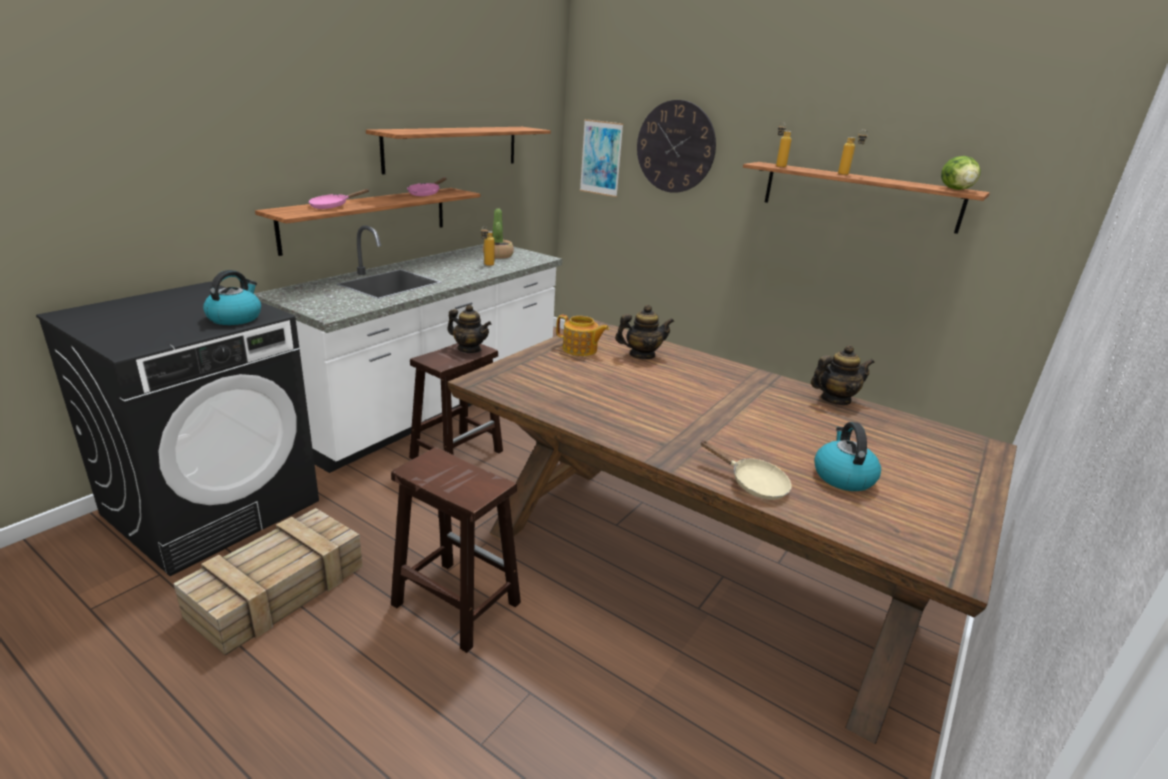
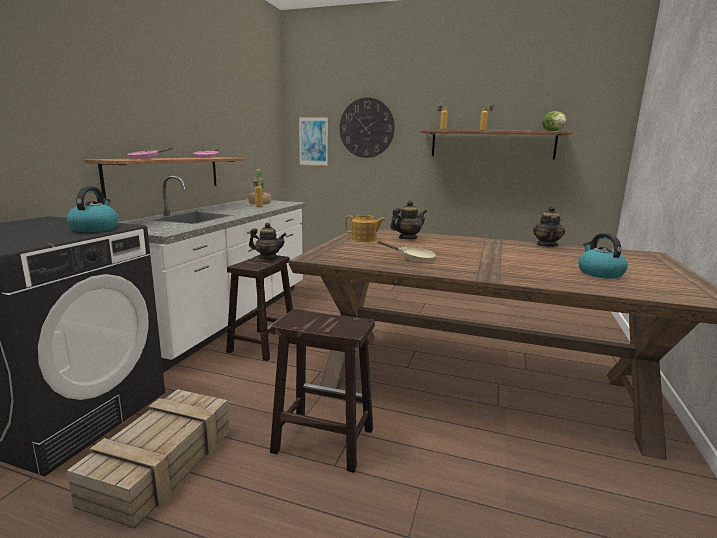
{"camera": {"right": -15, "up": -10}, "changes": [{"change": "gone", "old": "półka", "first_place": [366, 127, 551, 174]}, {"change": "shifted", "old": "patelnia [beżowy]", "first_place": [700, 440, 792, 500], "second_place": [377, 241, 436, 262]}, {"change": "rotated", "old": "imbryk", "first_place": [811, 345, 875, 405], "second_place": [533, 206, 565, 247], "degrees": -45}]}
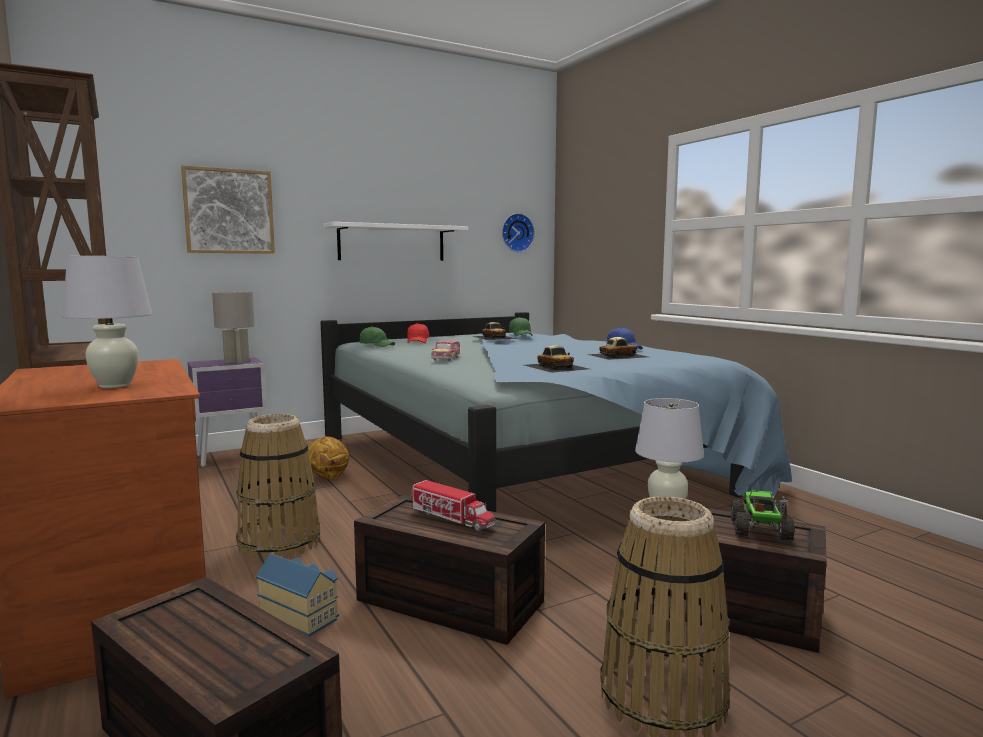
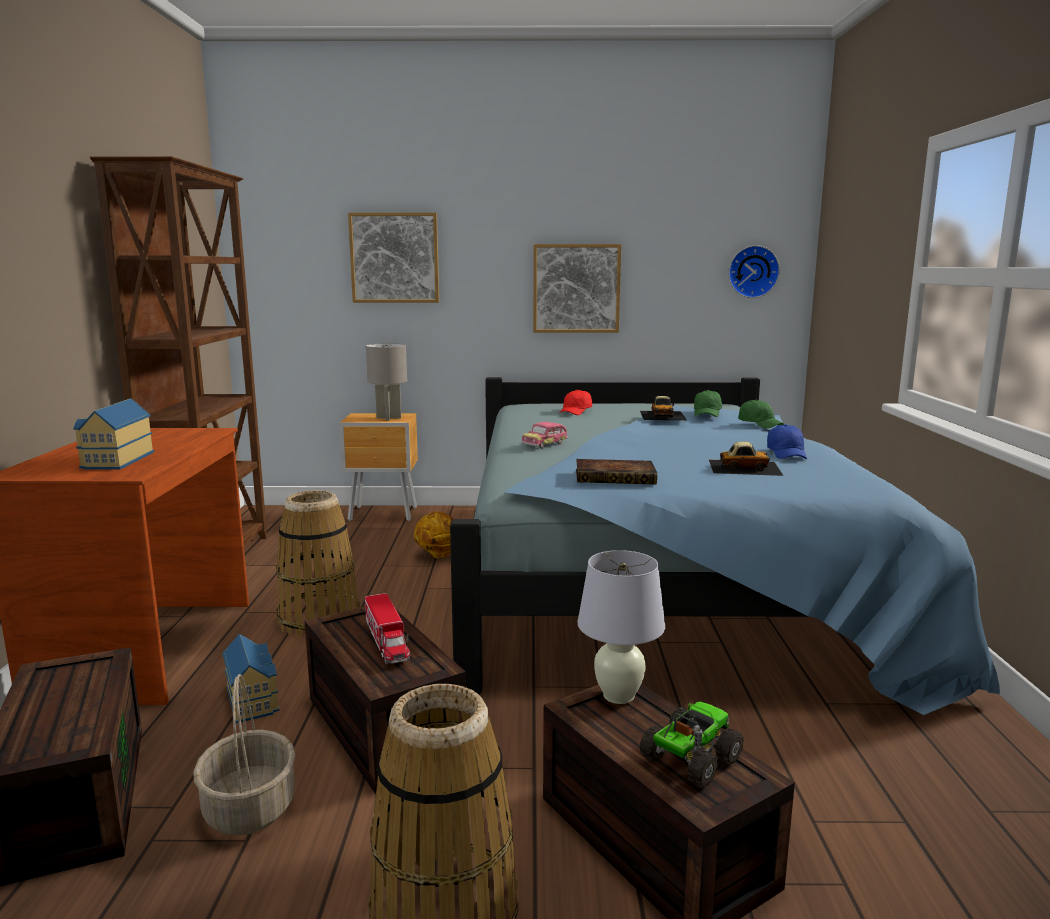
{"camera": {"right": 30, "up": 5}, "changes": [{"change": "swapped", "old": "lampa stołowa [biały]", "new": "domek", "first_place": [62, 256, 153, 388], "second_place": [73, 398, 154, 470]}, {"change": "repainted", "old": "szafka nocna [fioletowy]", "new": "szafka nocna [brązowy]", "first_place": [188, 357, 267, 467], "second_place": [339, 413, 418, 521]}, {"change": "swapped", "old": "półka [biały]", "new": "obraz", "first_place": [323, 222, 468, 261], "second_place": [533, 244, 621, 333]}, {"change": "shifted", "old": "czapka z daszkiem [zielony]", "first_place": [360, 326, 395, 347], "second_place": [738, 400, 784, 428]}, {"change": "swapped", "old": "samochodzik", "new": "książka", "first_place": [524, 346, 589, 373], "second_place": [576, 459, 657, 485]}, {"change": "new", "new": "koszyk", "second_place": [193, 674, 296, 835]}]}
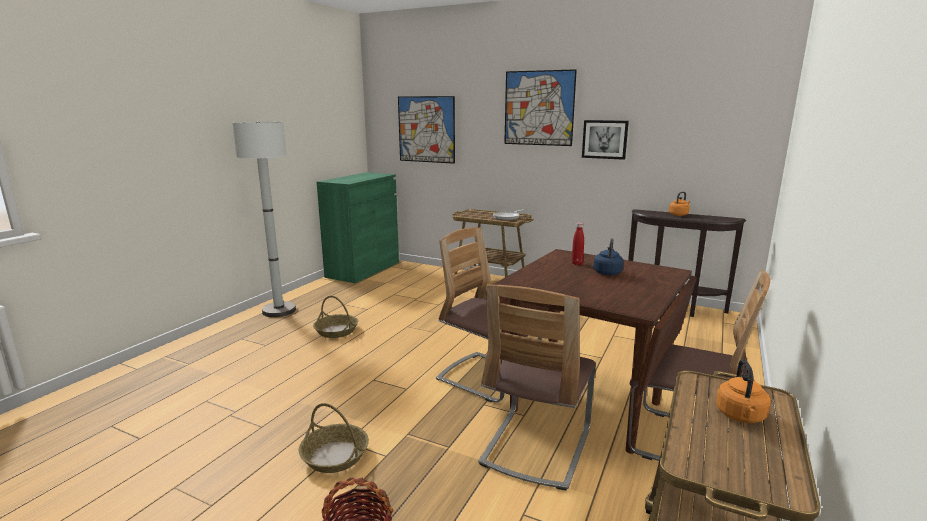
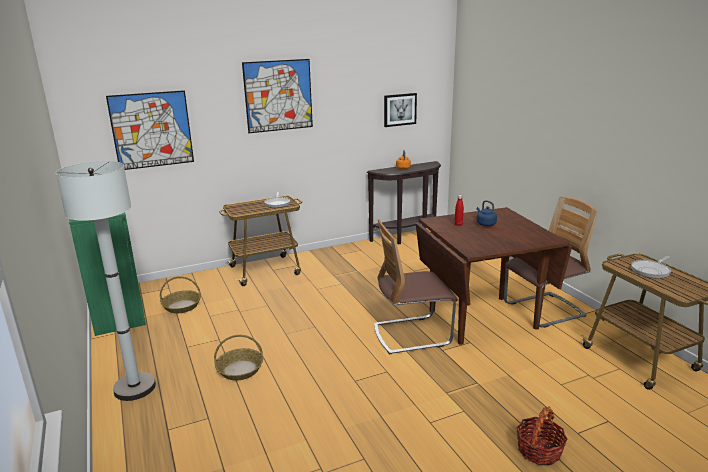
{"camera": {"right": -50, "up": 5}, "changes": [{"change": "shifted", "old": "koszyk", "first_place": [299, 403, 369, 473], "second_place": [160, 276, 201, 313]}, {"change": "gone", "old": "krzesło", "first_place": [478, 284, 596, 490]}, {"change": "shifted", "old": "obraz", "first_place": [582, 120, 629, 160], "second_place": [384, 93, 417, 127]}, {"change": "swapped", "old": "czajnik [pomarańczowy]", "new": "patelnia", "first_place": [716, 359, 771, 423], "second_place": [631, 256, 671, 278]}]}
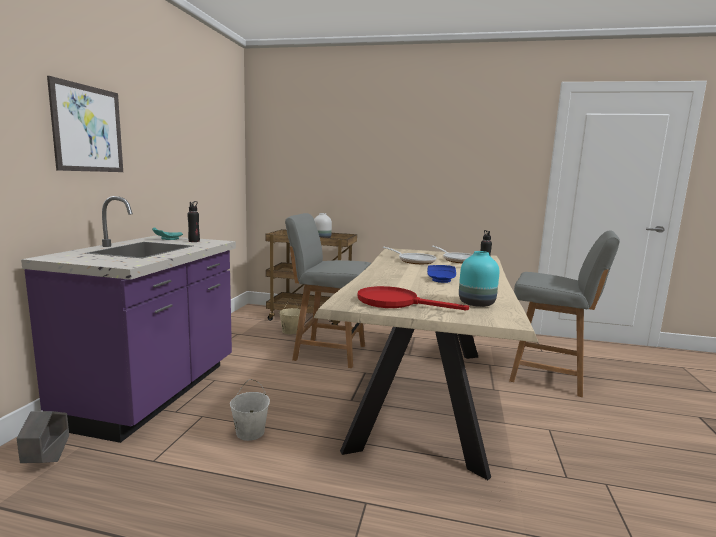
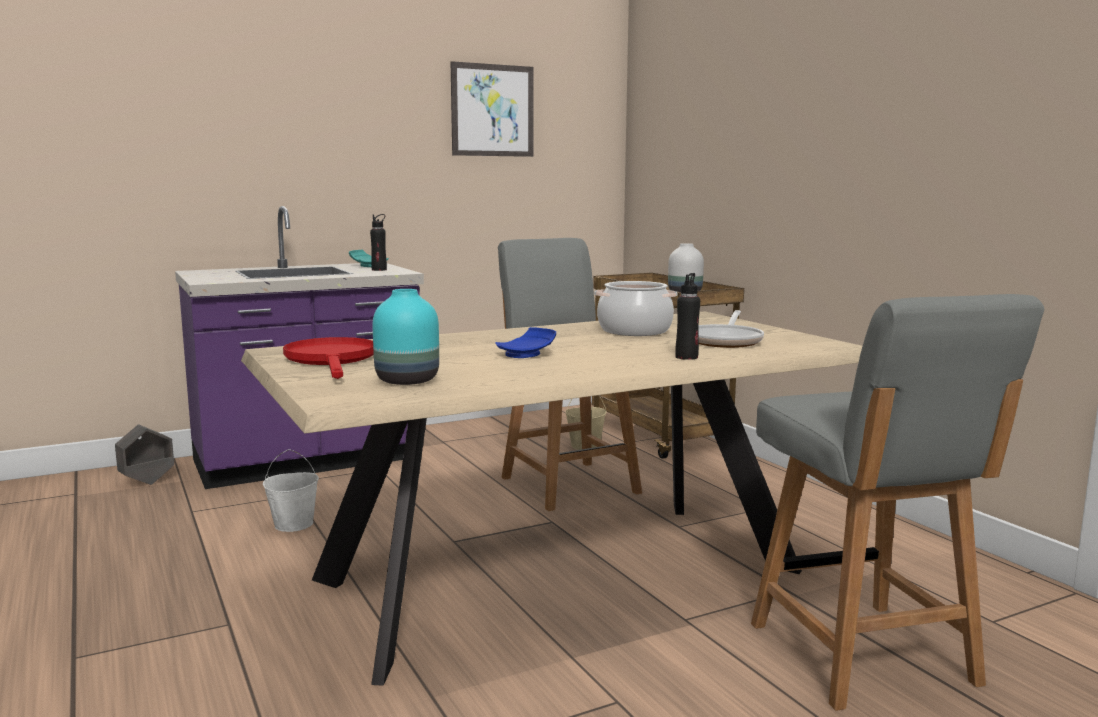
{"camera": {"right": 50, "up": 0}, "changes": [{"change": "shifted", "old": "obraz", "first_place": [47, 76, 123, 172], "second_place": [451, 61, 533, 157]}, {"change": "swapped", "old": "patelnia", "new": "garnek", "first_place": [382, 247, 437, 264], "second_place": [594, 281, 677, 336]}]}
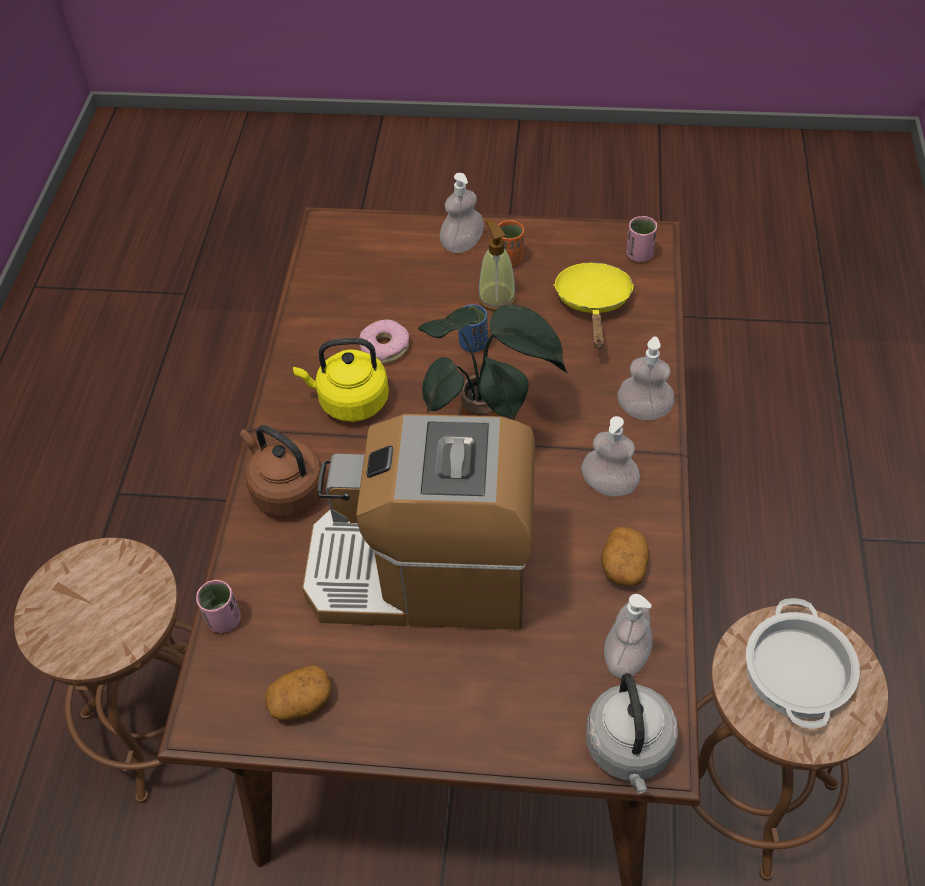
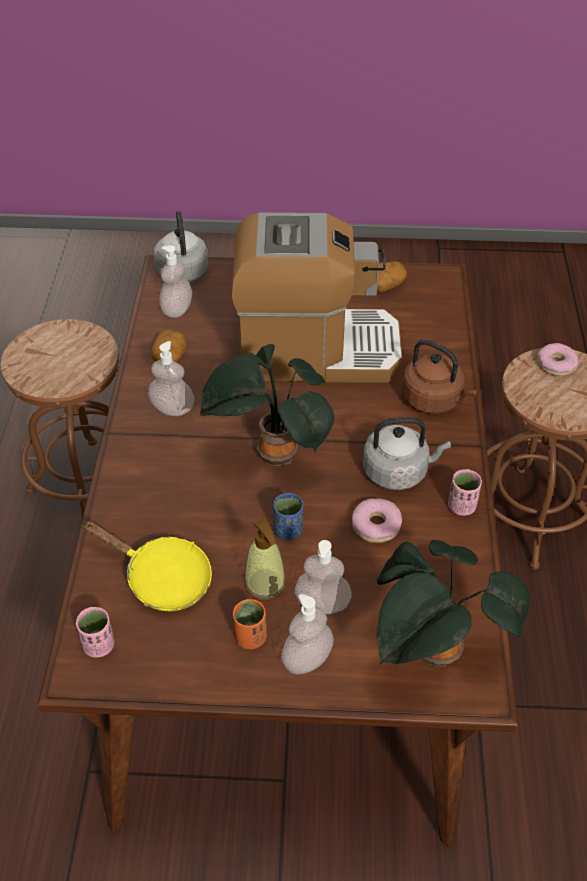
{"camera": {"right": 175, "up": -5}, "changes": [{"change": "shifted", "old": "filiżanka [różowy]", "first_place": [196, 580, 241, 633], "second_place": [448, 469, 482, 516]}, {"change": "repainted", "old": "czajnik [żółty]", "new": "czajnik [szary]", "first_place": [293, 338, 389, 422], "second_place": [363, 417, 451, 490]}, {"change": "rotated", "old": "patelnia [żółty]", "first_place": [553, 262, 635, 349], "second_place": [82, 521, 212, 611], "degrees": -60}, {"change": "shifted", "old": "dozownik mydła", "first_place": [617, 336, 674, 420], "second_place": [295, 540, 352, 614]}, {"change": "gone", "old": "garnek", "first_place": [746, 598, 860, 728]}, {"change": "new", "new": "roślina doniczkowa", "second_place": [377, 540, 530, 667]}, {"change": "new", "new": "donut", "second_place": [537, 343, 578, 376]}]}
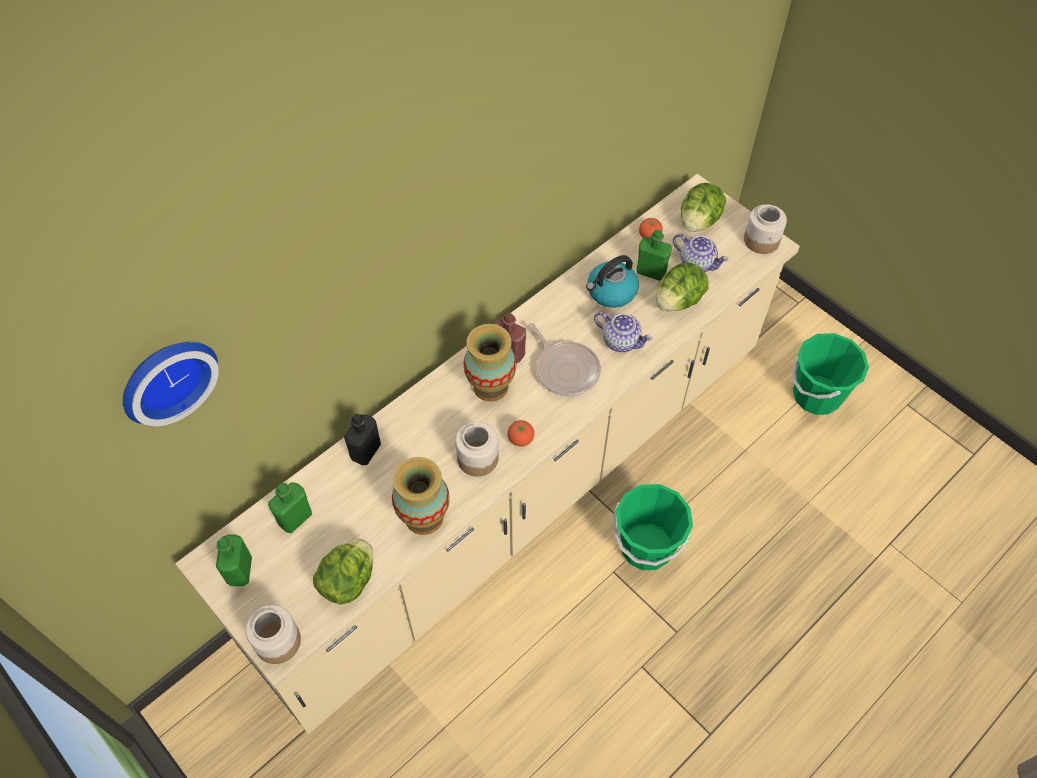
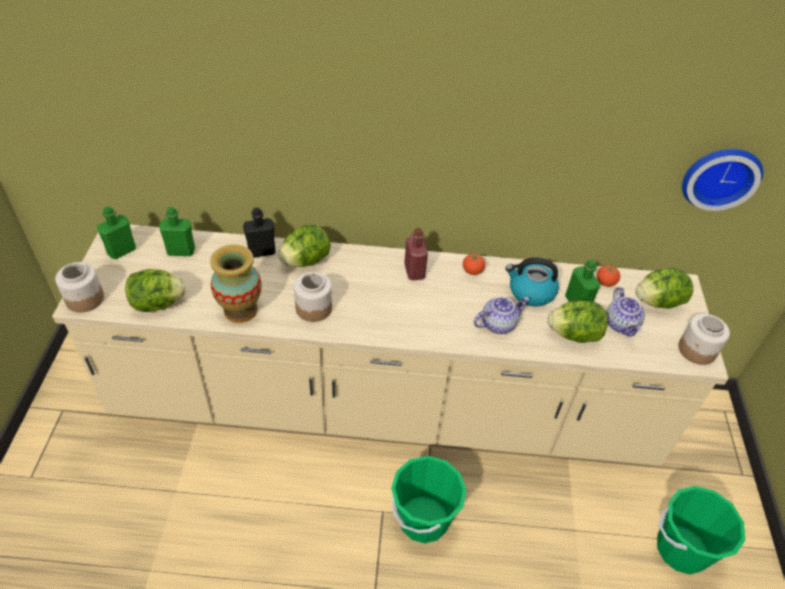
{"camera": {"right": 45, "up": -10}, "changes": [{"change": "shifted", "old": "zegar ścienny", "first_place": [123, 342, 219, 426], "second_place": [682, 149, 763, 211]}, {"change": "gone", "old": "wazon", "first_place": [463, 324, 516, 402]}, {"change": "shifted", "old": "pomidor", "first_place": [507, 420, 534, 447], "second_place": [463, 254, 485, 275]}, {"change": "gone", "old": "patelnia", "first_place": [528, 323, 601, 397]}, {"change": "rotated", "old": "imbryk", "first_place": [594, 312, 652, 352], "second_place": [474, 297, 530, 334], "degrees": -105}, {"change": "new", "new": "sałata", "second_place": [278, 225, 331, 267]}]}
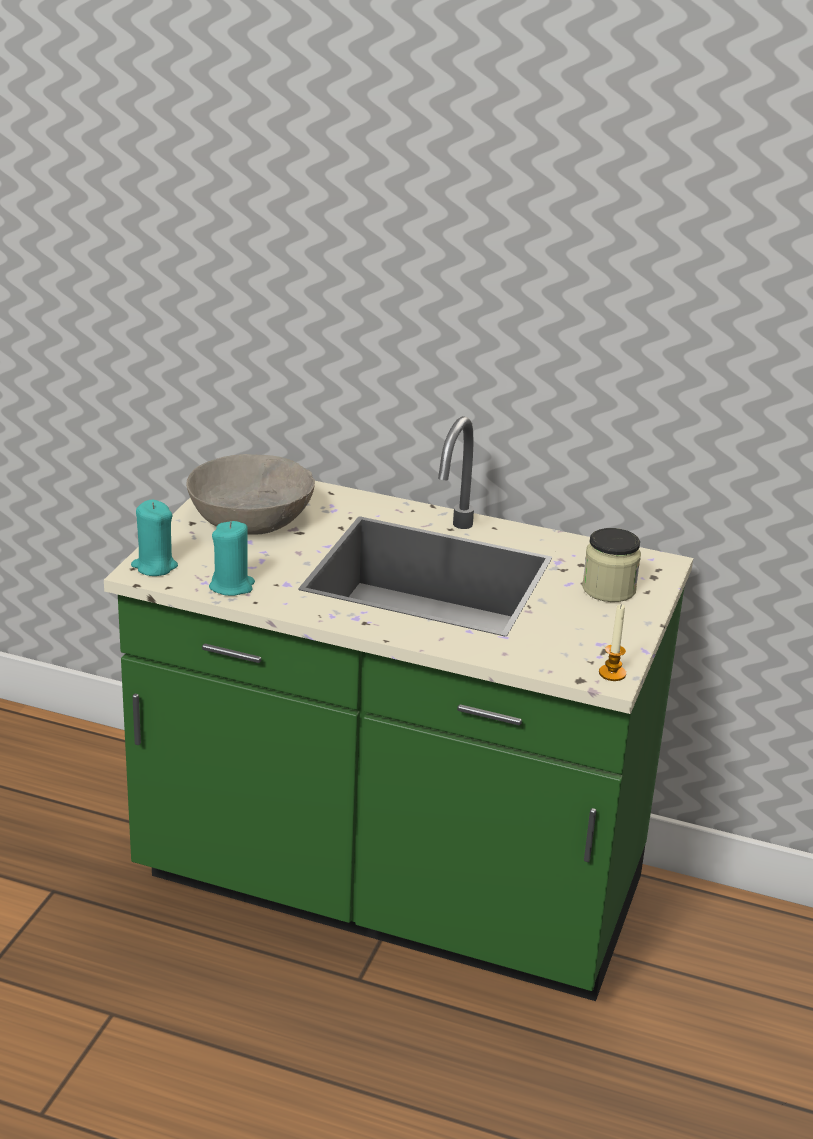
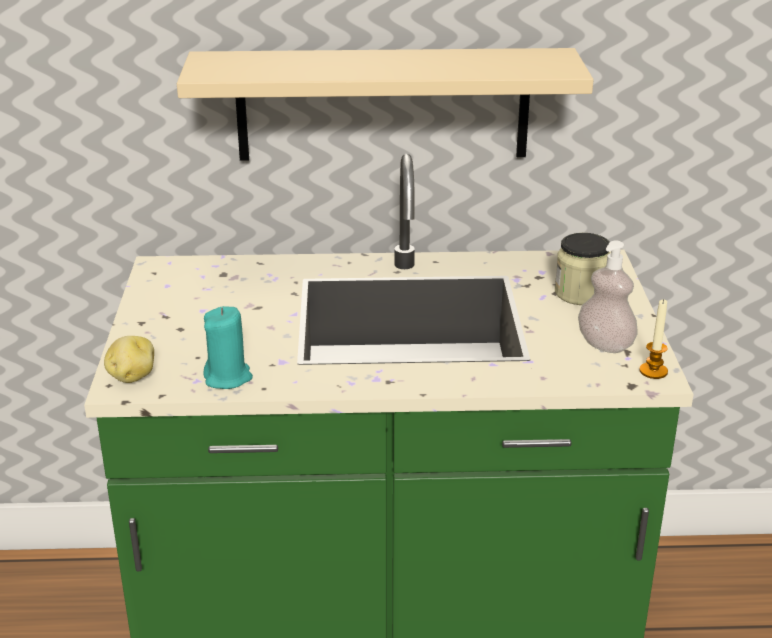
{"camera": {"right": -20, "up": 0}, "changes": [{"change": "swapped", "old": "świeca [turkusowy]", "new": "ziemniak", "first_place": [131, 500, 178, 576], "second_place": [104, 336, 154, 383]}, {"change": "gone", "old": "miska [szary]", "first_place": [186, 454, 315, 535]}, {"change": "new", "new": "półka [beżowy]", "second_place": [177, 48, 593, 161]}, {"change": "new", "new": "dozownik mydła", "second_place": [578, 241, 638, 353]}]}
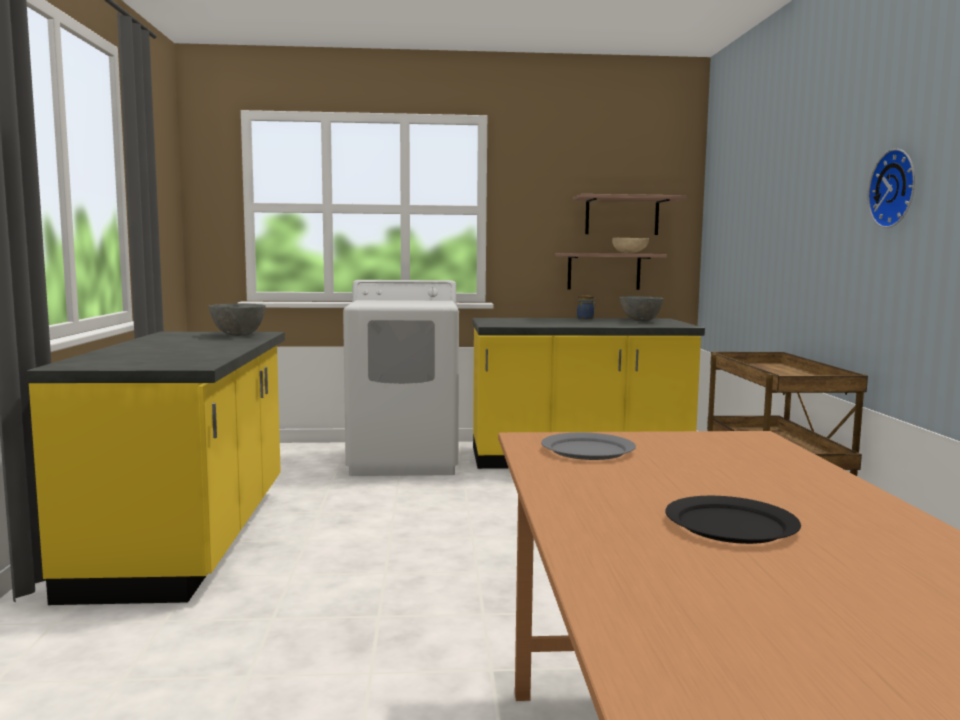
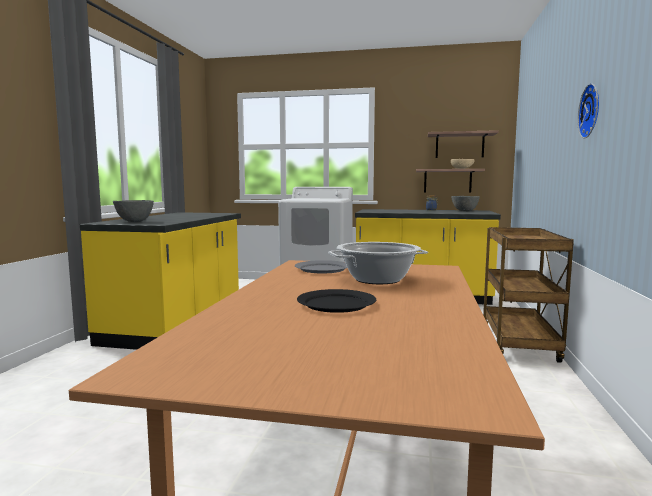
{"camera": {"right": 15, "up": 0}, "changes": [{"change": "shifted", "old": "miska [szary]", "first_place": [208, 303, 266, 336], "second_place": [113, 200, 154, 222]}, {"change": "new", "new": "garnek", "second_place": [328, 242, 428, 284]}]}
